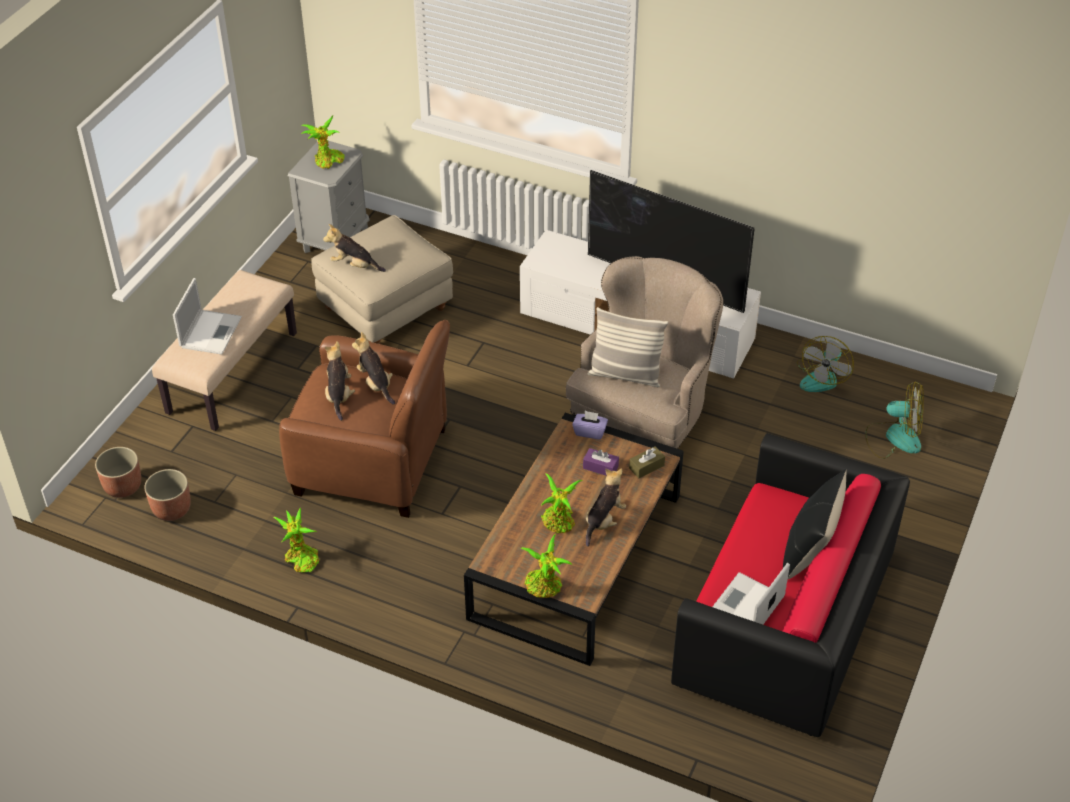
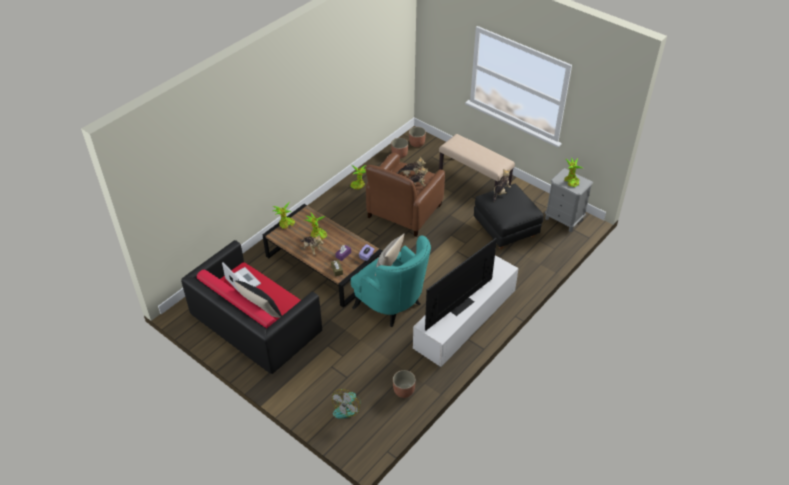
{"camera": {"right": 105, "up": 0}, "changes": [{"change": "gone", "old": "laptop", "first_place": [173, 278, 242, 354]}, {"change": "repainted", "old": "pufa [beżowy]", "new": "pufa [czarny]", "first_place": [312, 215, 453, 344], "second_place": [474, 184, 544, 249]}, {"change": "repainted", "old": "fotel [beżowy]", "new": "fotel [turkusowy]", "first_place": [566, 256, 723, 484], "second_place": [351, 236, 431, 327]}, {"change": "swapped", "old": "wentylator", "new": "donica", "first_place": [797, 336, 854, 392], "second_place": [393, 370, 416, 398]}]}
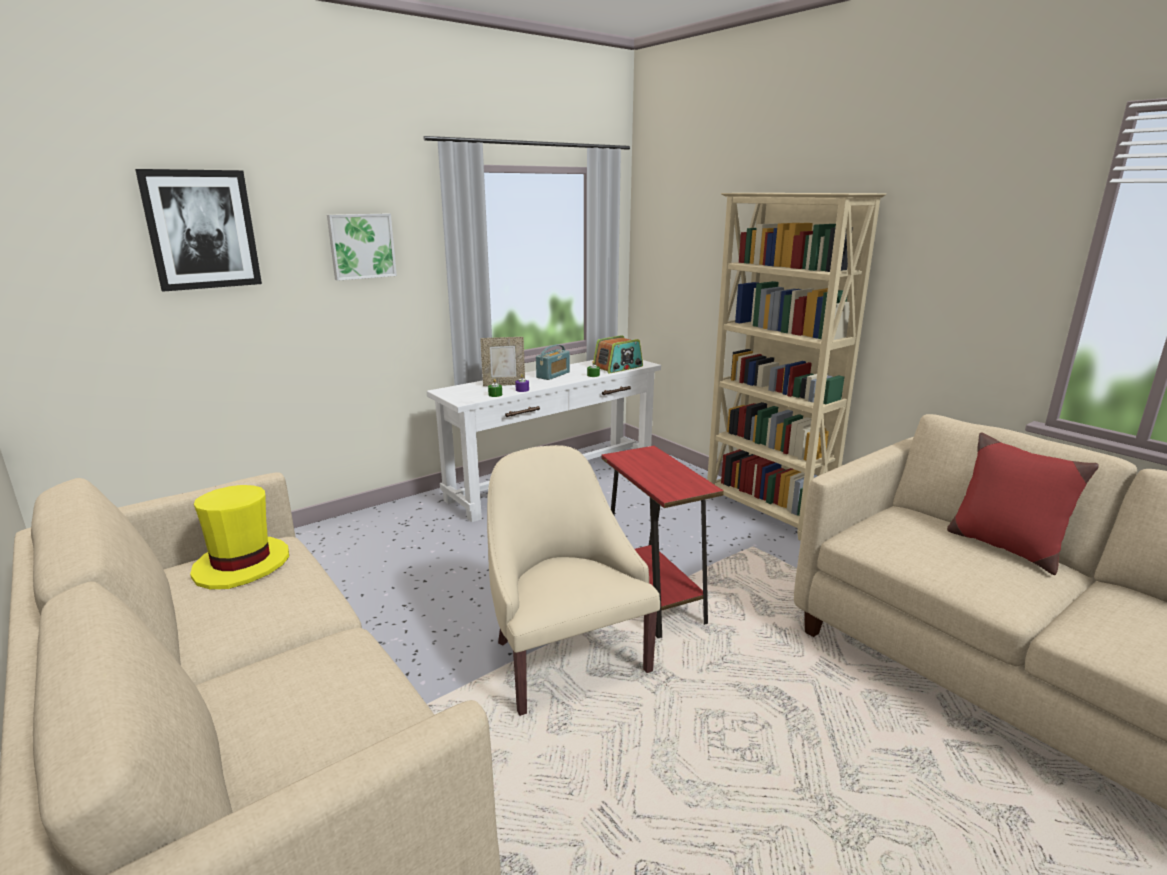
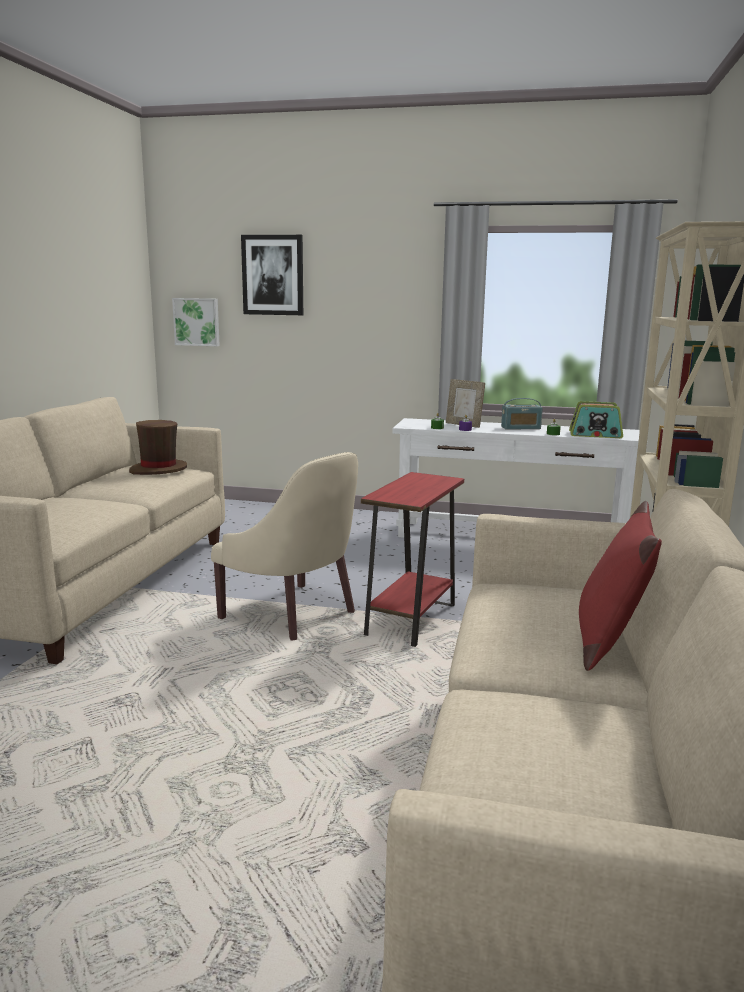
{"camera": {"right": 50, "up": -5}, "changes": [{"change": "repainted", "old": "kapelusz [żółty]", "new": "kapelusz [brązowy]", "first_place": [190, 485, 289, 590], "second_place": [129, 420, 187, 475]}, {"change": "shifted", "old": "obraz", "first_place": [327, 213, 397, 281], "second_place": [172, 298, 220, 346]}, {"change": "rotated", "old": "fotel [beżowy]", "first_place": [487, 445, 660, 716], "second_place": [211, 452, 358, 641], "degrees": 105}]}
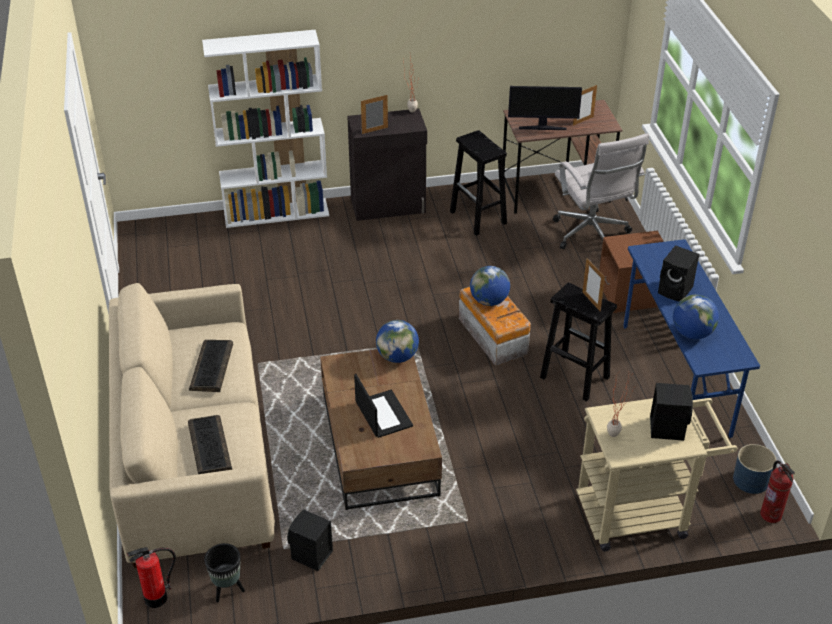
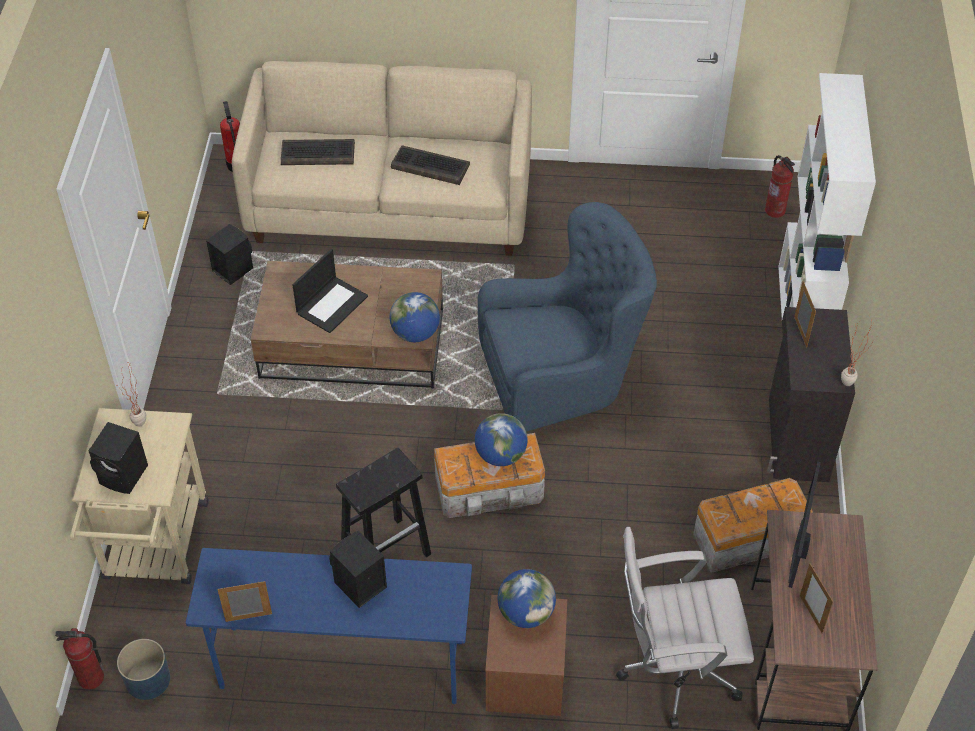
{"camera": {"right": 105, "up": 10}, "changes": [{"change": "gone", "old": "donica [czarny]", "first_place": [204, 543, 245, 602]}, {"change": "rotated", "old": "laptop", "first_place": [354, 374, 413, 438], "second_place": [292, 249, 368, 333], "degrees": -45}, {"change": "swapped", "old": "stołek [czarny]", "new": "pojemnik do przechowywania", "first_place": [450, 130, 507, 236], "second_place": [693, 478, 813, 573]}, {"change": "shifted", "old": "ramka na zdjęcie", "first_place": [582, 258, 605, 312], "second_place": [217, 581, 272, 622]}, {"change": "shifted", "old": "globus", "first_place": [673, 295, 719, 339], "second_place": [498, 569, 556, 628]}, {"change": "new", "new": "fotel [niebieski]", "second_place": [478, 202, 657, 432]}, {"change": "new", "new": "gaśnica", "second_place": [765, 155, 795, 218]}]}
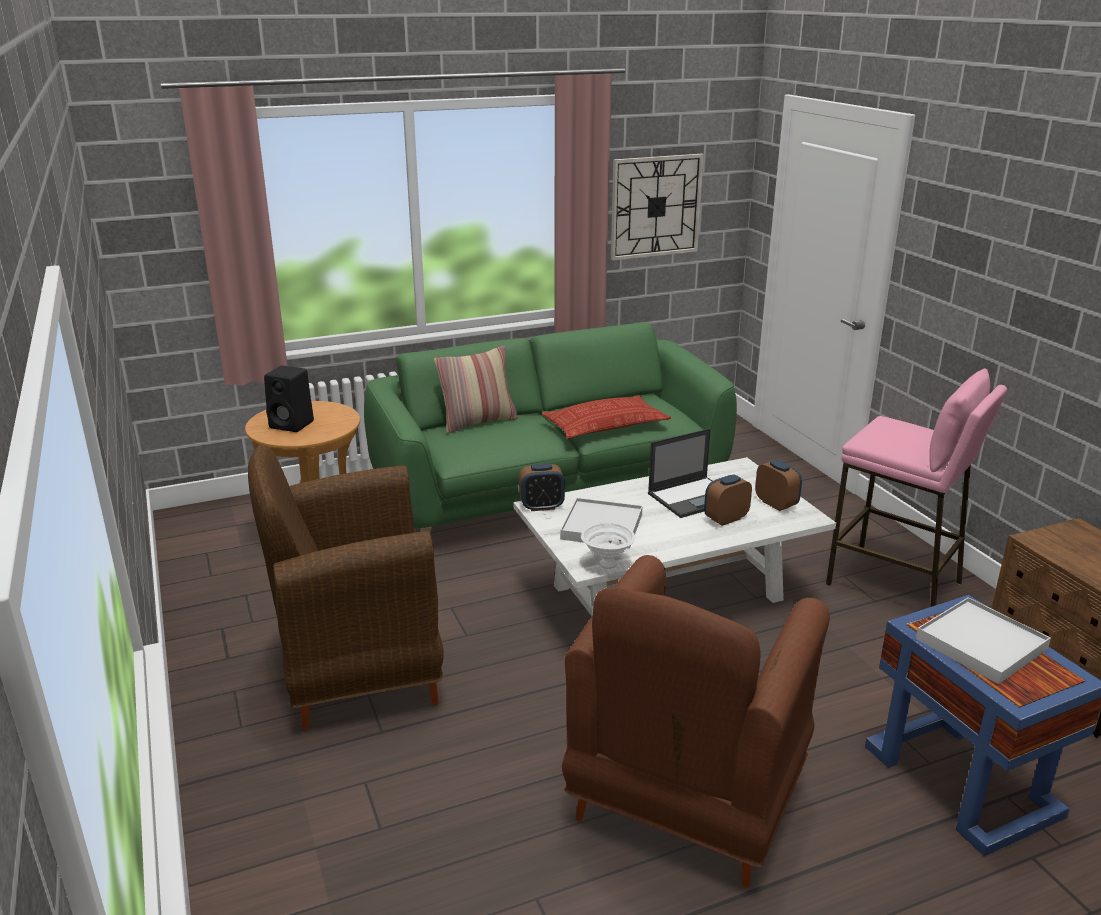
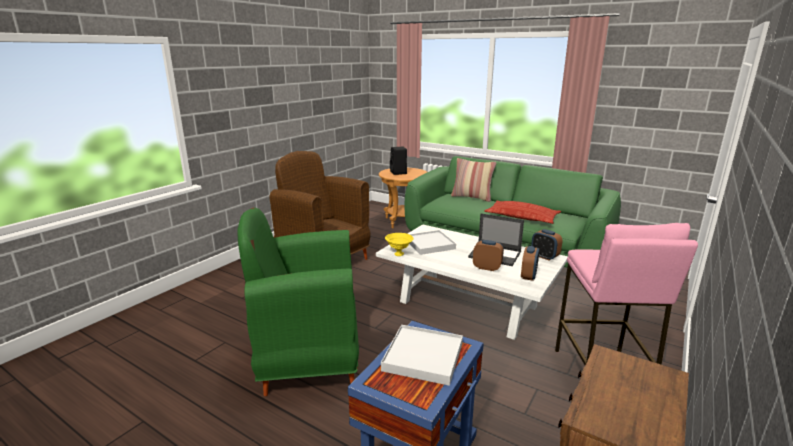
{"camera": {"right": 55, "up": -5}, "changes": [{"change": "shifted", "old": "budzik", "first_place": [519, 463, 565, 511], "second_place": [531, 229, 562, 260]}, {"change": "repainted", "old": "fotel [brązowy]", "new": "fotel [zielony]", "first_place": [562, 555, 830, 888], "second_place": [237, 207, 359, 396]}, {"change": "repainted", "old": "miska [biały]", "new": "miska [żółty]", "first_place": [581, 523, 635, 569], "second_place": [385, 233, 414, 256]}, {"change": "gone", "old": "zegar ścienny", "first_place": [611, 154, 704, 261]}]}
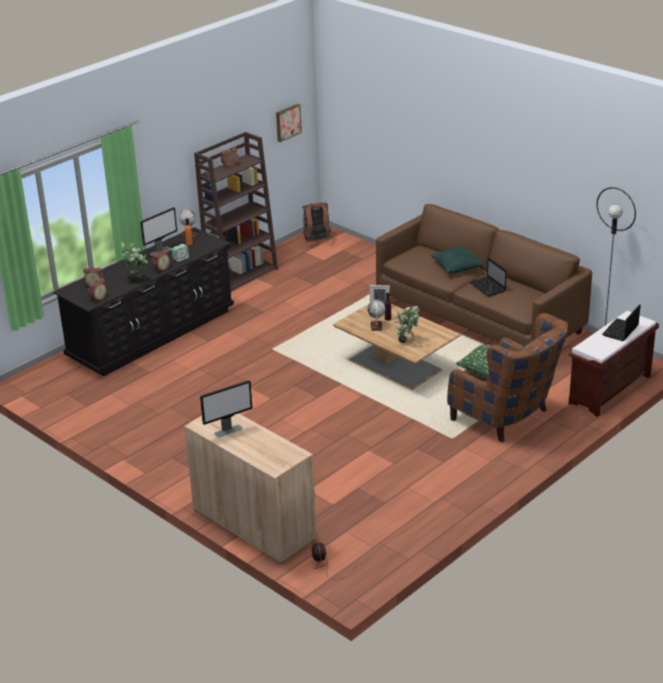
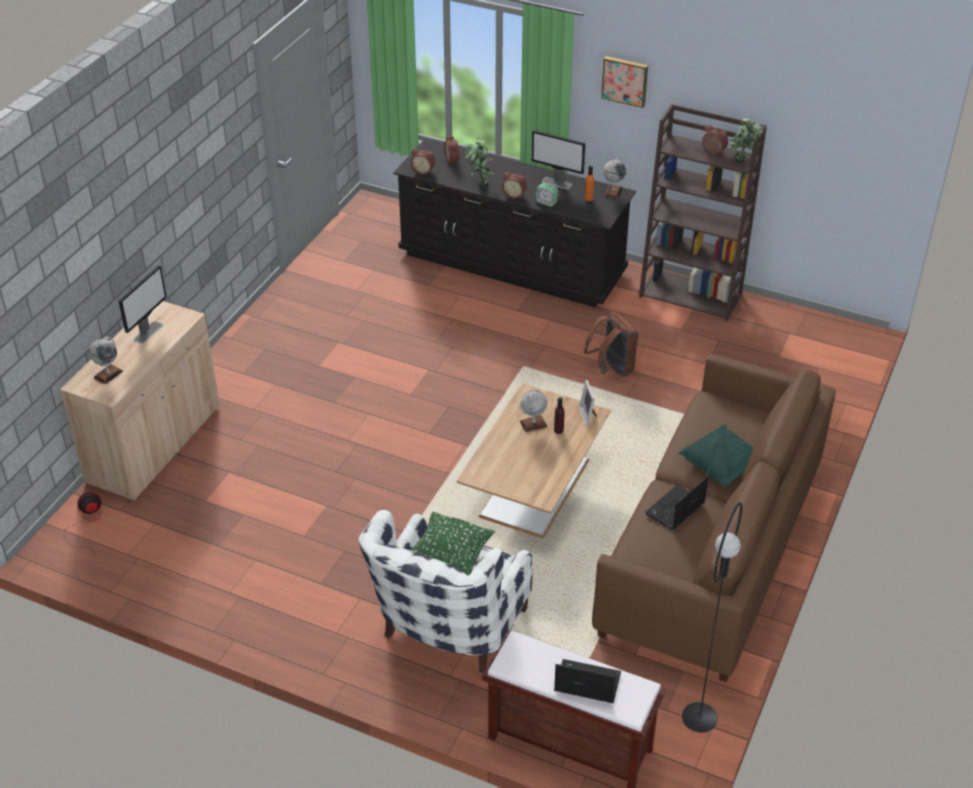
{"camera": {"right": 70, "up": 10}, "changes": [{"change": "rotated", "old": "monitor", "first_place": [200, 380, 252, 438], "second_place": [119, 265, 167, 344], "degrees": -105}, {"change": "shifted", "old": "obraz", "first_place": [276, 104, 302, 142], "second_place": [601, 56, 648, 108]}, {"change": "shifted", "old": "plecak [brązowy]", "first_place": [302, 203, 331, 240], "second_place": [584, 311, 639, 377]}, {"change": "shifted", "old": "roślina doniczkowa", "first_place": [394, 306, 421, 343], "second_place": [730, 119, 763, 163]}, {"change": "repainted", "old": "fotel [brązowy]", "new": "fotel [biały]", "first_place": [447, 313, 568, 443], "second_place": [359, 510, 532, 673]}, {"change": "new", "new": "globus", "second_place": [89, 337, 123, 384]}]}
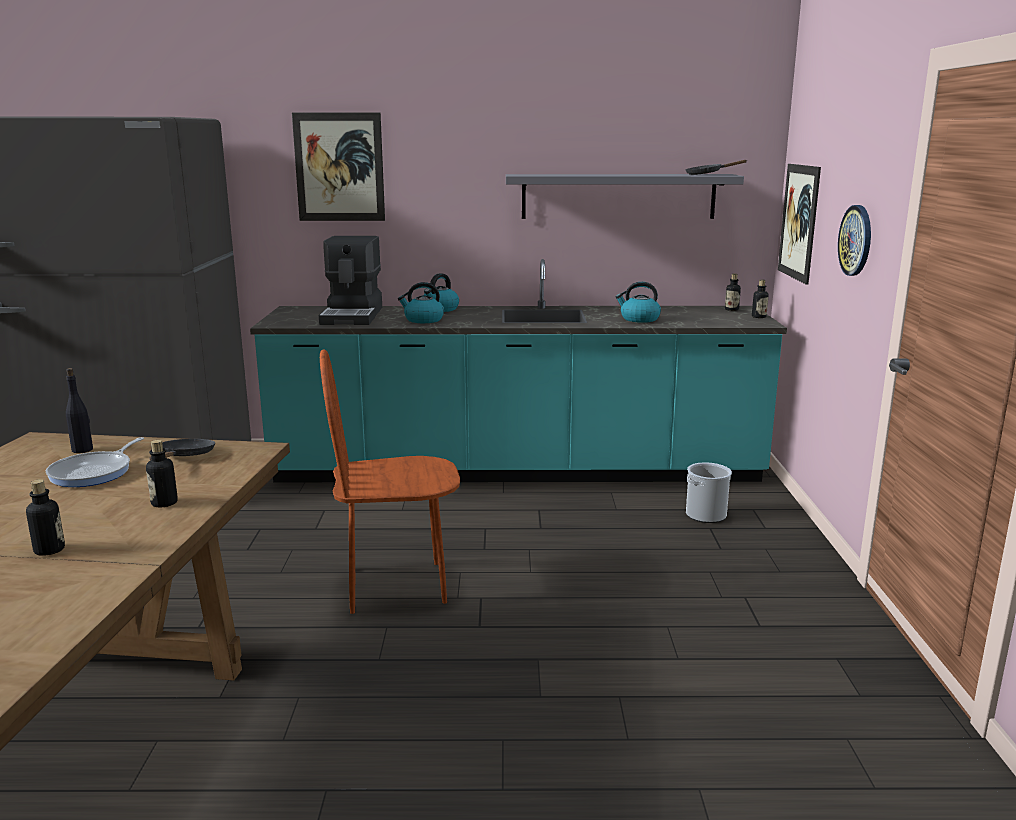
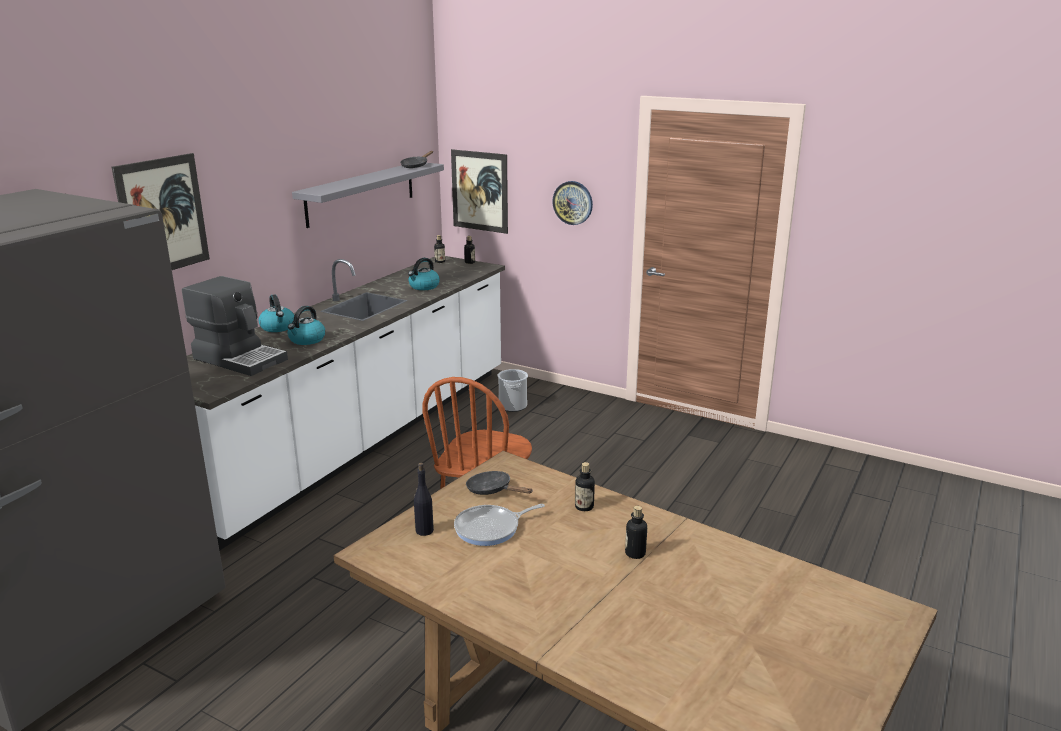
{"camera": {"right": -60, "up": 5}, "changes": [{"change": "rotated", "old": "patelnia", "first_place": [46, 437, 144, 487], "second_place": [454, 504, 545, 546], "degrees": 105}, {"change": "repainted", "old": "zabudowa kuchenna [turkusowy]", "new": "zabudowa kuchenna [biały]", "first_place": [250, 259, 787, 482], "second_place": [187, 256, 505, 551]}]}
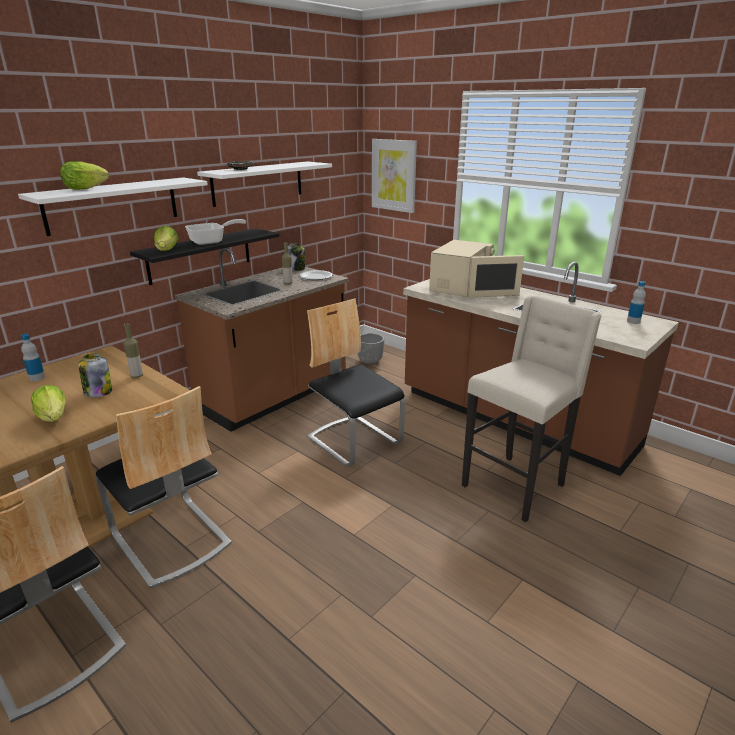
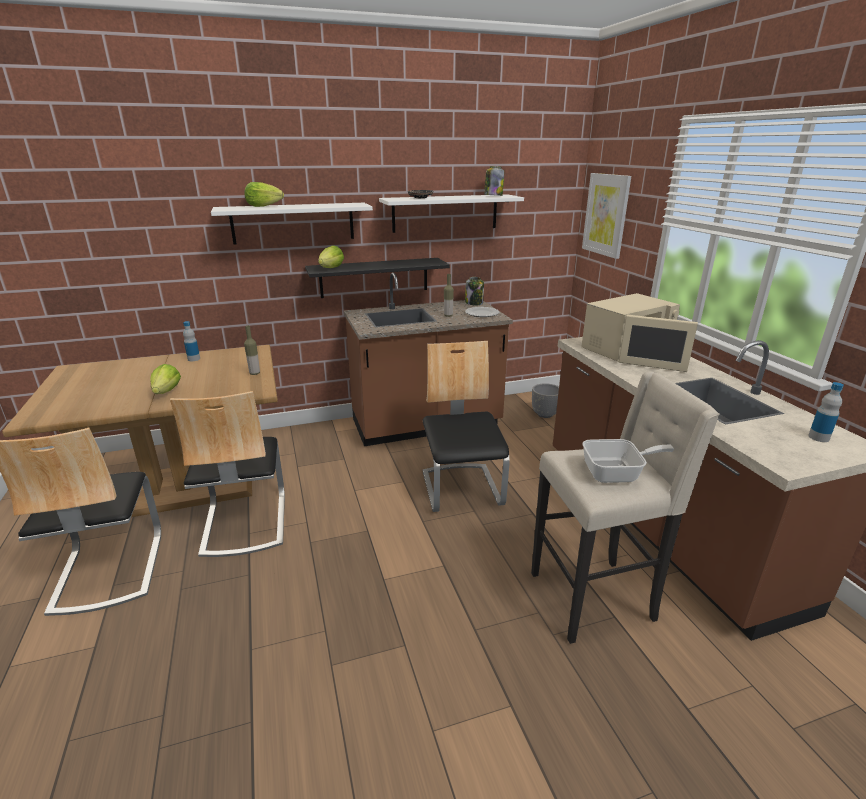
{"camera": {"right": 30, "up": 0}, "changes": [{"change": "shifted", "old": "słoik", "first_place": [78, 354, 112, 397], "second_place": [484, 166, 504, 196]}, {"change": "shifted", "old": "patelnia", "first_place": [185, 219, 246, 245], "second_place": [582, 439, 674, 483]}]}
